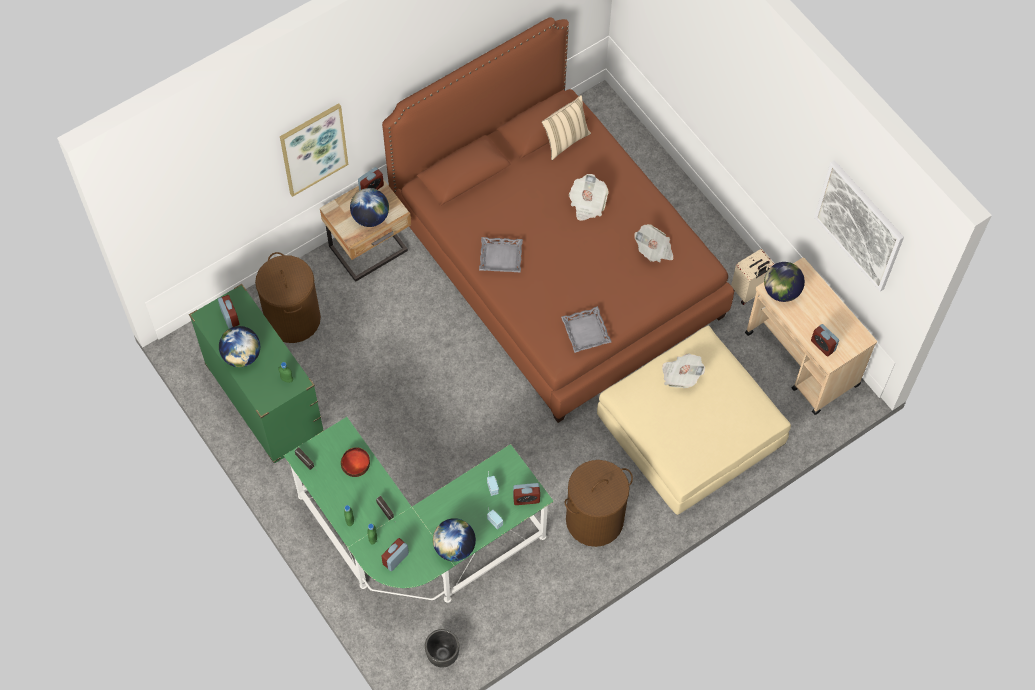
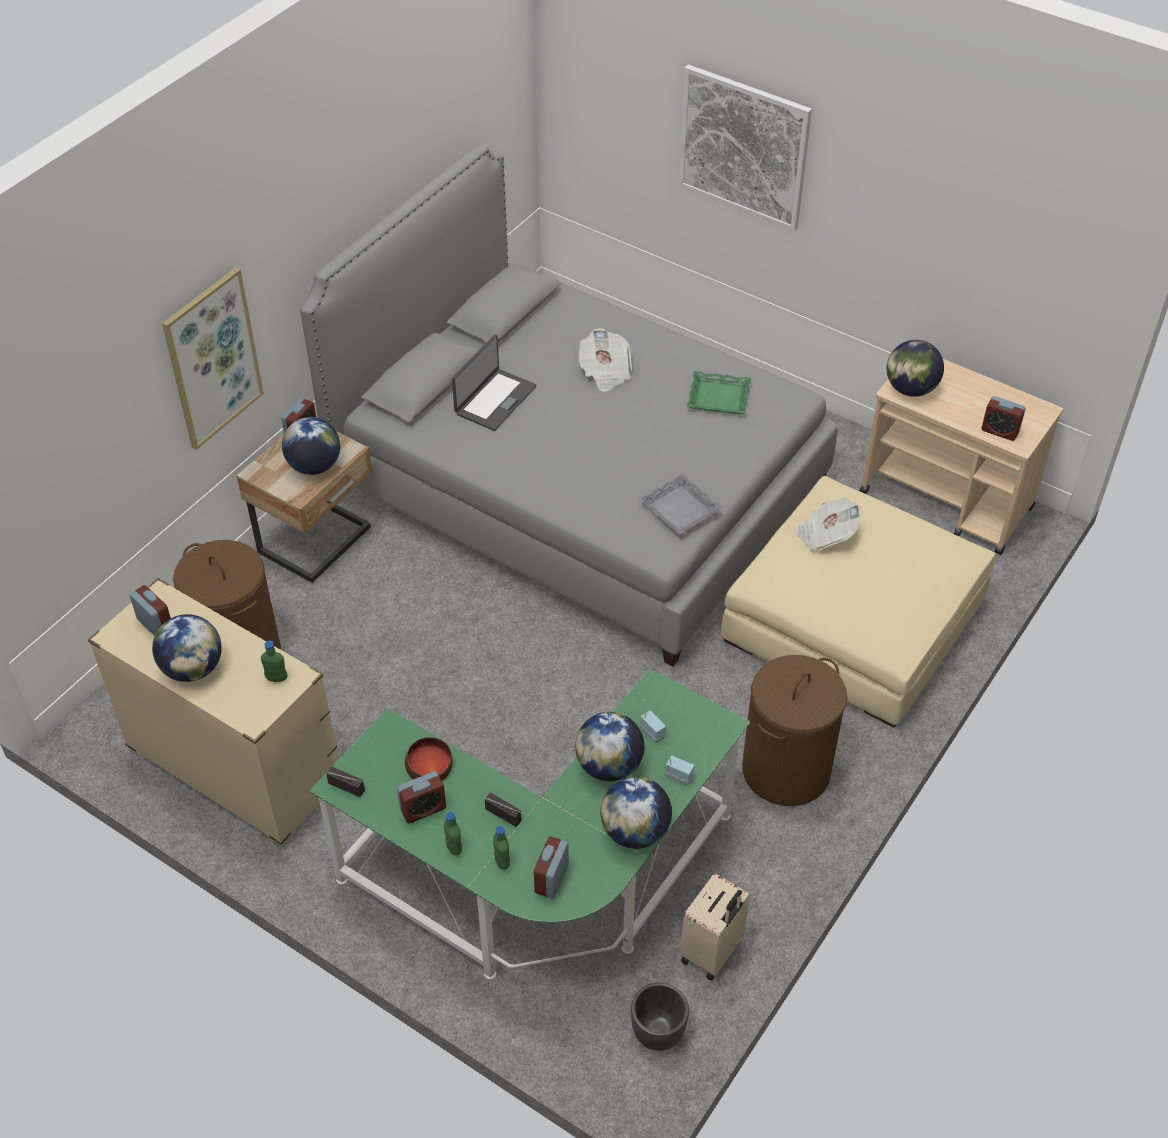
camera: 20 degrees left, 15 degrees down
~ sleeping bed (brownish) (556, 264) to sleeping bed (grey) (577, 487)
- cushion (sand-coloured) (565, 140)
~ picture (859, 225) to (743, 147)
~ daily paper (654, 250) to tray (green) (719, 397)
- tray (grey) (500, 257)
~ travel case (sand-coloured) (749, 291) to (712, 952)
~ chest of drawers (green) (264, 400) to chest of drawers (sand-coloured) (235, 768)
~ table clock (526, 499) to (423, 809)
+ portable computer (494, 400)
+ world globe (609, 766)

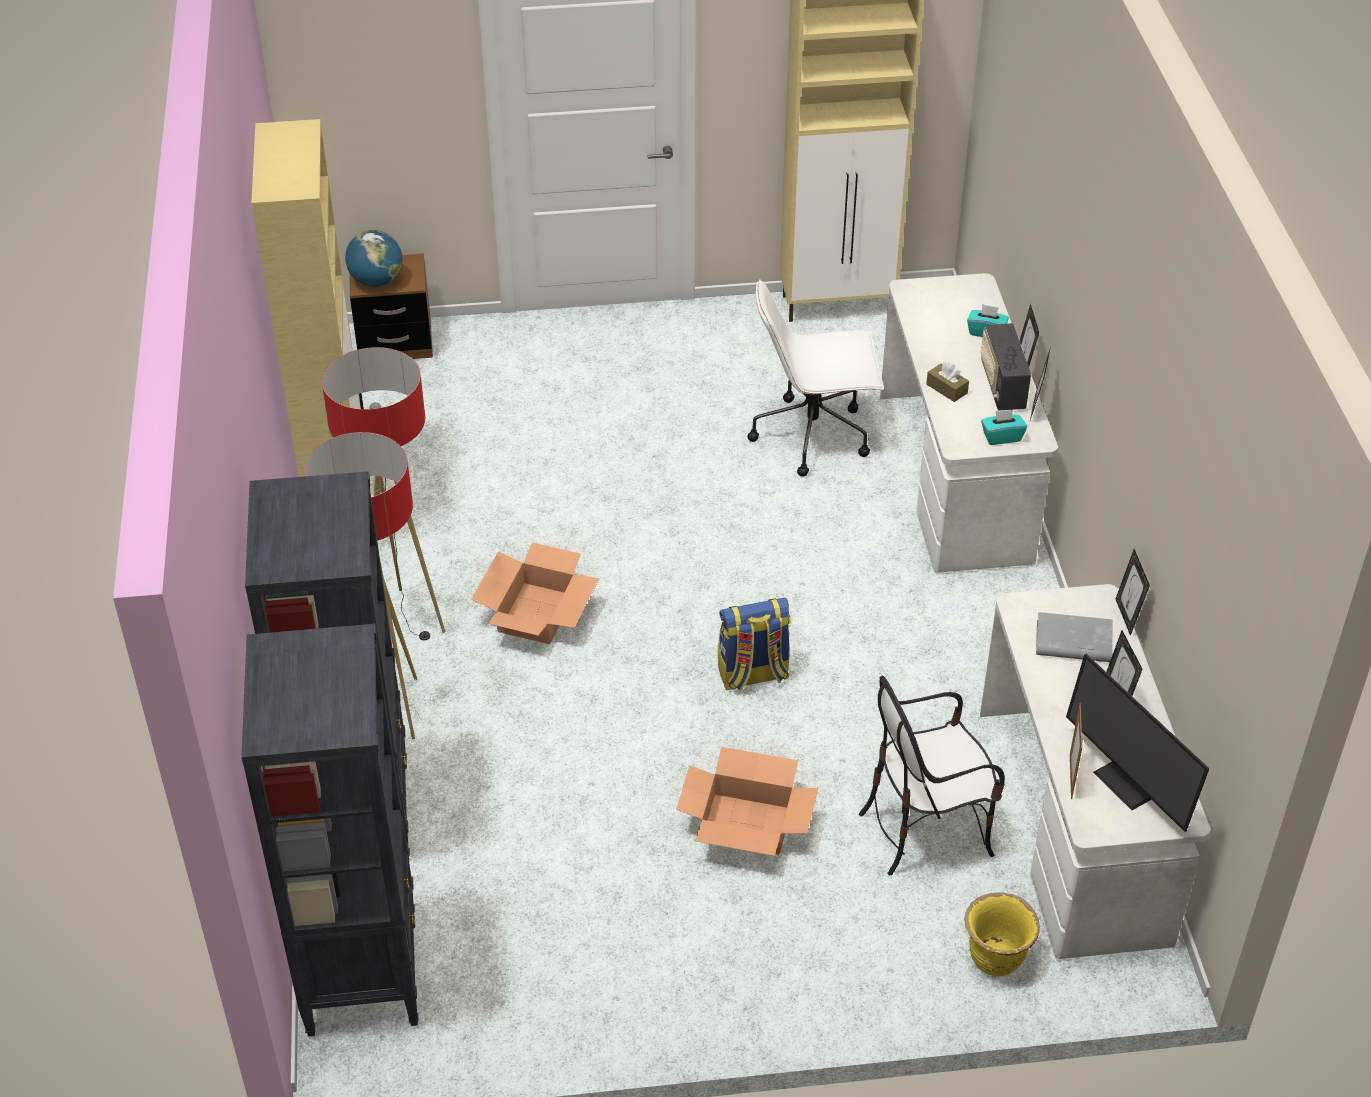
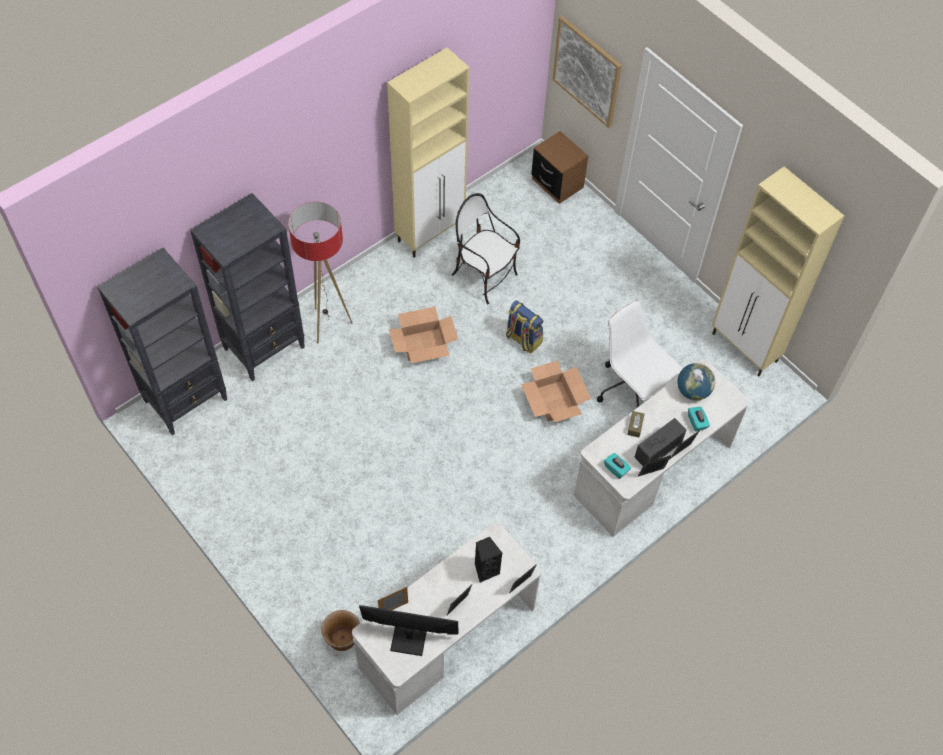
camera: 55 degrees right, 15 degrees up
~ world globe (376, 281) to (693, 391)
- standard lamp (404, 621)
~ rucksack (752, 675) to (523, 339)
~ bound book (grey) (1072, 642) to audio speaker (black-coloured) (486, 569)
~ computer display (1132, 779) = (409, 637) 75 degrees clockwise
~ chair (926, 829) to (484, 276)
~ cardboard box (746, 824) to (554, 401)
~ planter (yellow-coloured) (995, 958) to planter (brownish) (343, 639)
+ picture (587, 71)

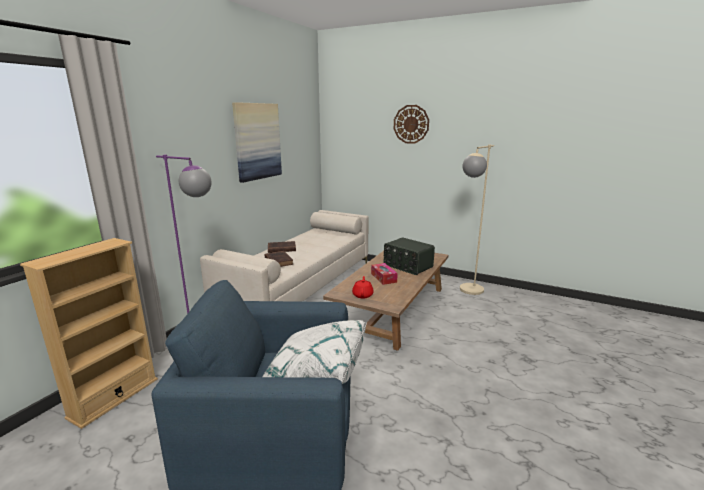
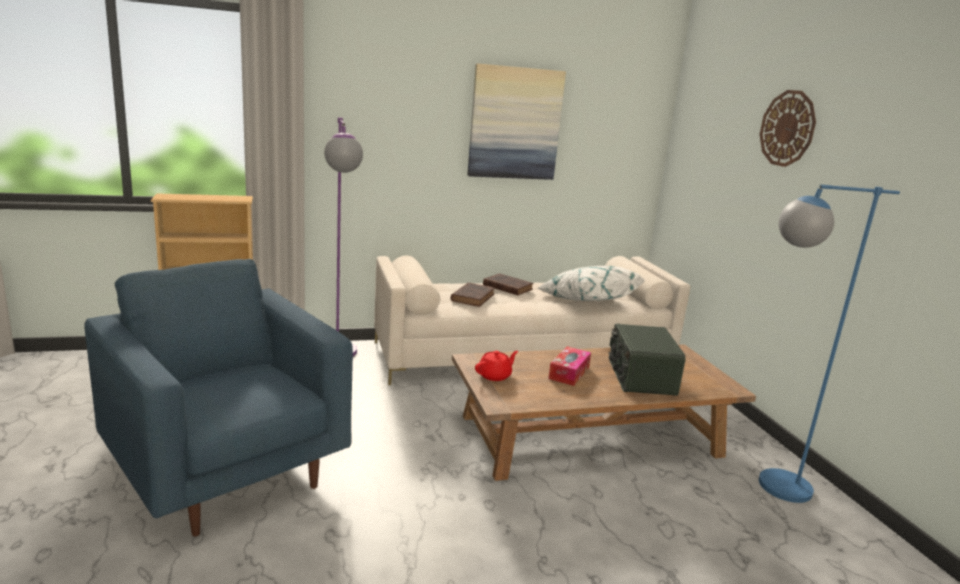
camera: 45 degrees right, 0 degrees up
~ standard lamp (sand-coloured) (467, 292) to standard lamp (blue) (767, 486)
~ cushion (white-coloured) (314, 375) to (587, 301)

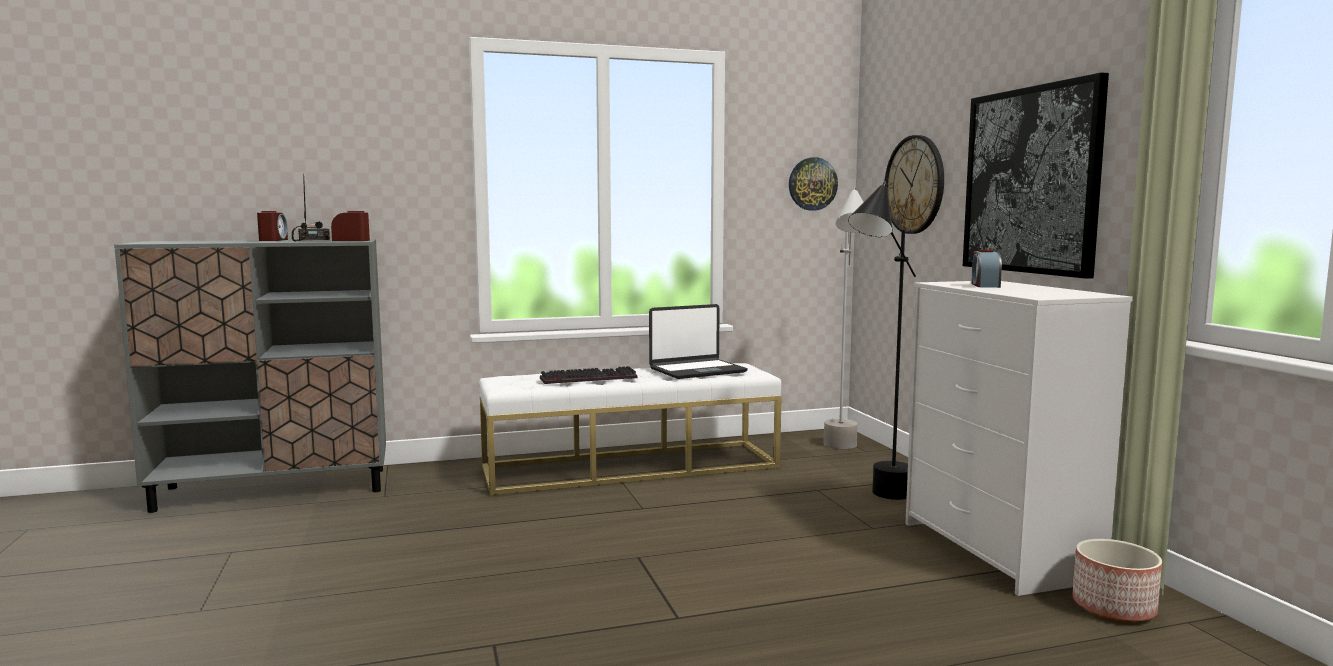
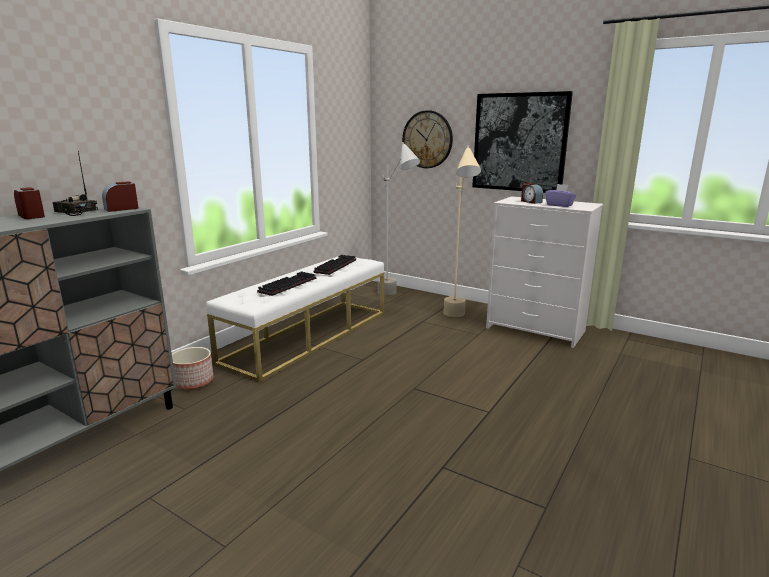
camera: 40 degrees left, 10 degrees up
- clock on the wall (812, 184)
~ standard lamp (black-coloured) (878, 502) to standard lamp (sand-coloured) (457, 320)
~ portable computer (697, 370) to computer keyboard (335, 266)
~ planter (1113, 607) to (193, 381)
+ tissue box (purplish) (559, 205)

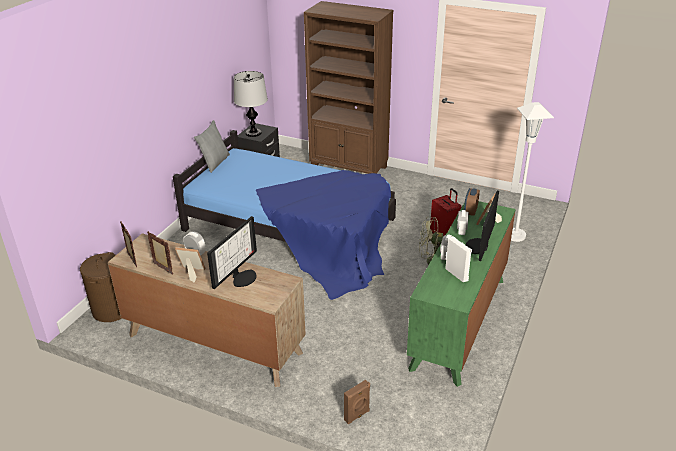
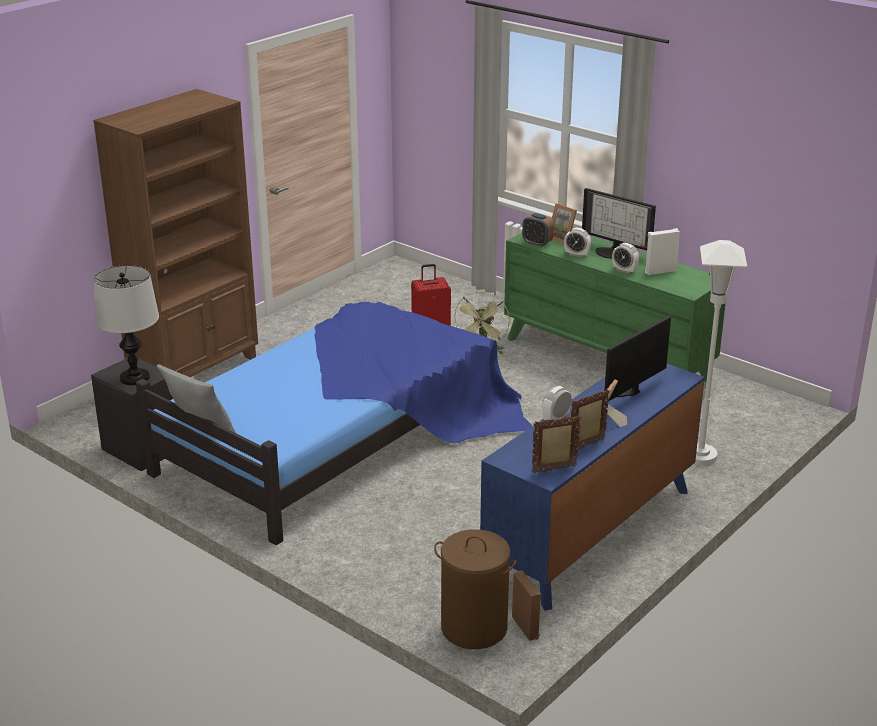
camera: 75 degrees left, 5 degrees down
~ standard lamp (white-coloured) (515, 236) to (700, 456)
~ computer display (242, 277) = (626, 390) 90 degrees counterclockwise
~ chest of drawers (brownish) (213, 344) to chest of drawers (blue) (591, 533)
~ audio speaker (brownish) (357, 416) to (526, 627)

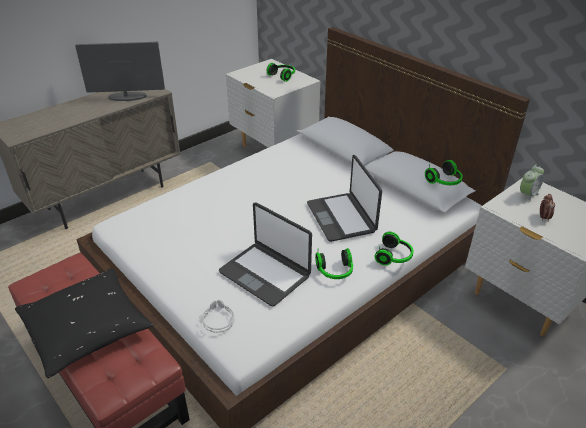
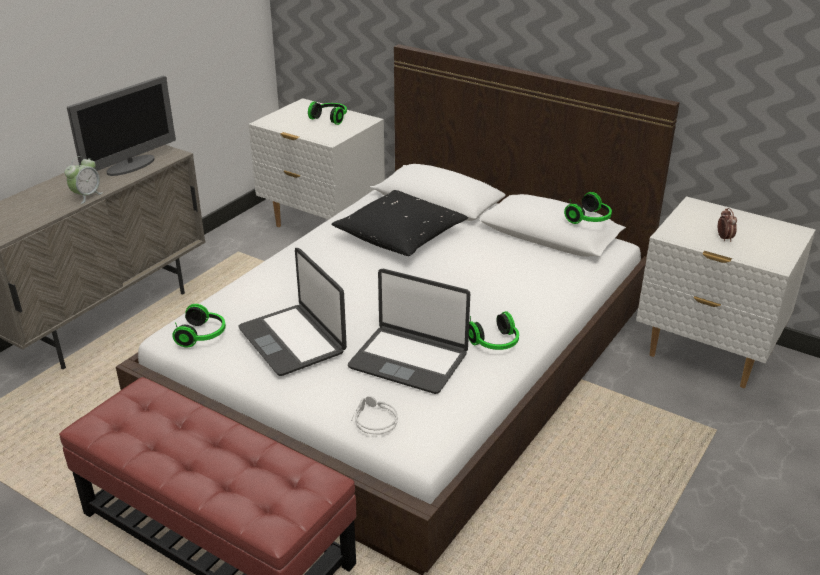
camera: 15 degrees left, 5 degrees down
~ computer display (127, 97) = (131, 166) 150 degrees clockwise
~ portable computer (342, 217) to (293, 340)
~ table clock (527, 195) to (86, 196)
~ headset (394, 257) to (203, 335)
~ cushion (black-coloured) (87, 329) to (400, 236)

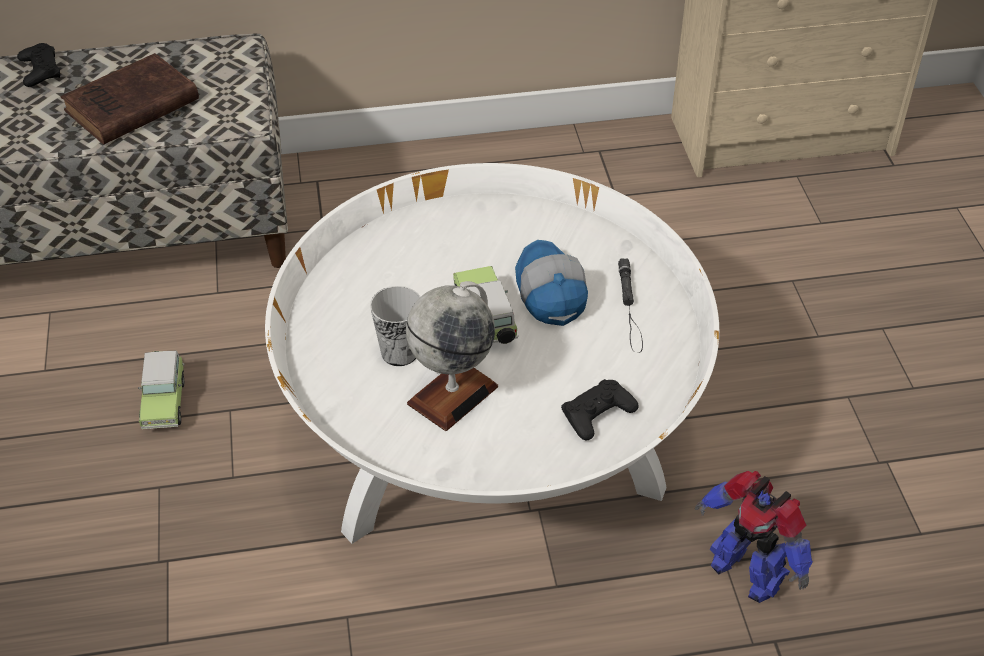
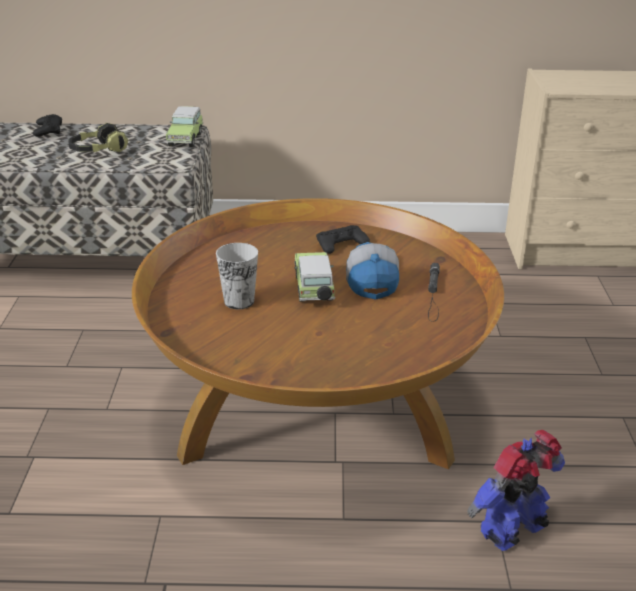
camera: 10 degrees right, 15 degrees down
~ bound book (brownish) (129, 107) to headset (98, 151)
~ coffee table (white-coloured) (491, 444) to coffee table (brownish) (316, 413)
- world globe (453, 394)
~ toy car (165, 401) to (186, 139)
~ gamepad (black-coloured) (598, 414) to (341, 244)
~ robot figure (746, 571) = (514, 531) 90 degrees clockwise

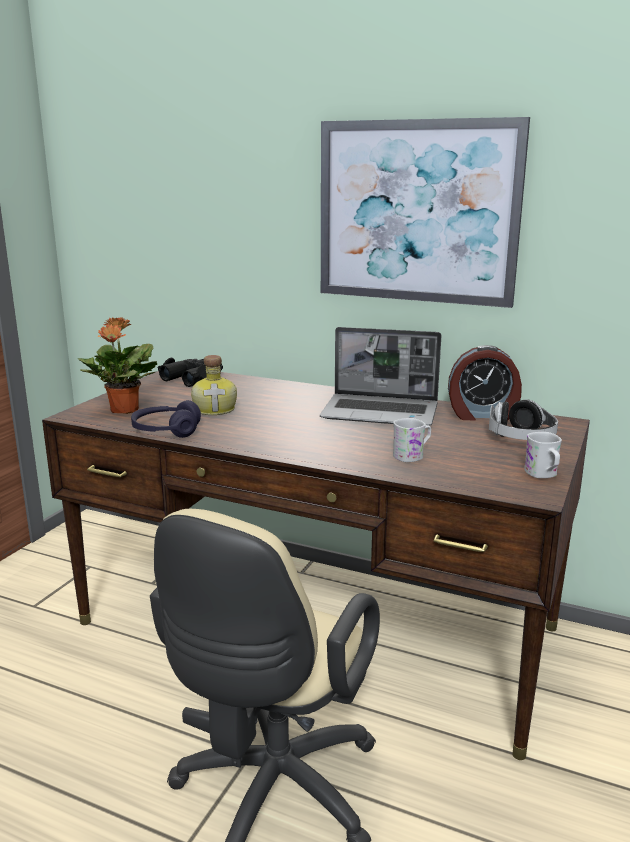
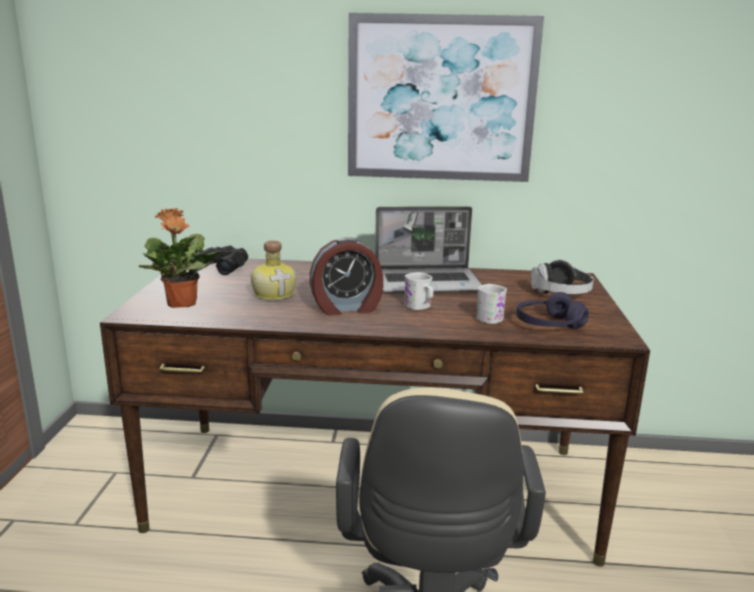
camera: 20 degrees left, 0 degrees up
~ table clock (482, 415) to (346, 308)
~ headset (purplish) (166, 431) to (549, 325)
~ tea mug (white-coloured) (543, 475) to (420, 307)

